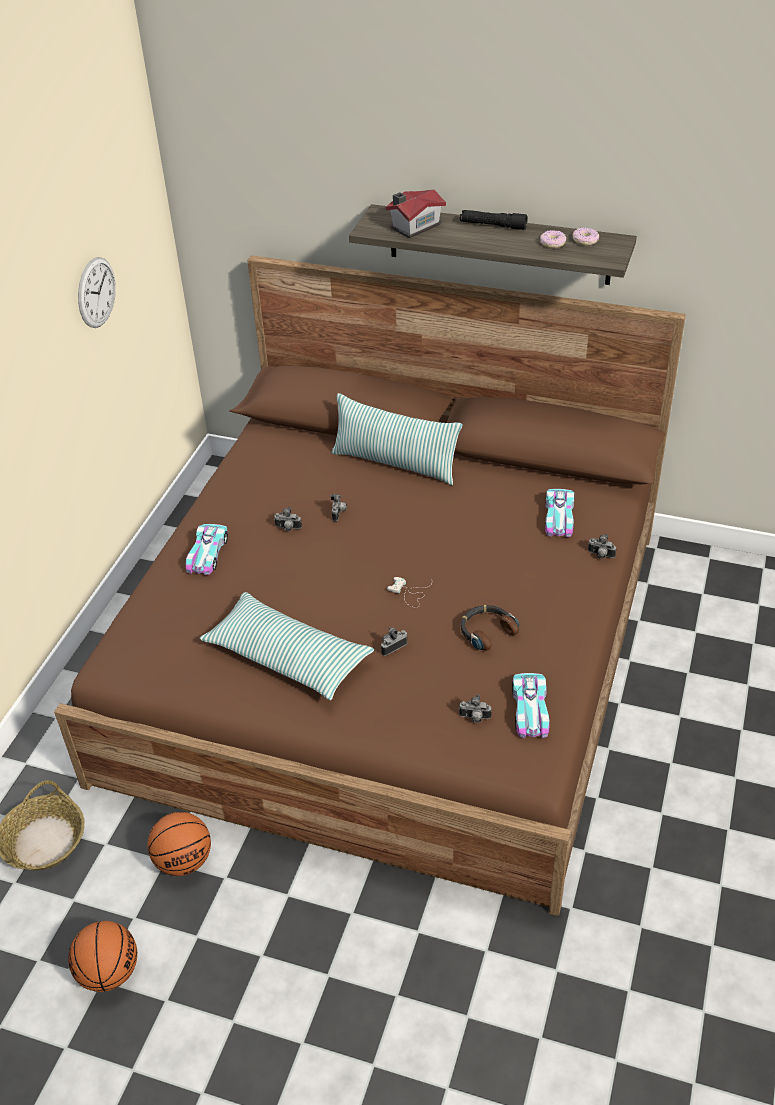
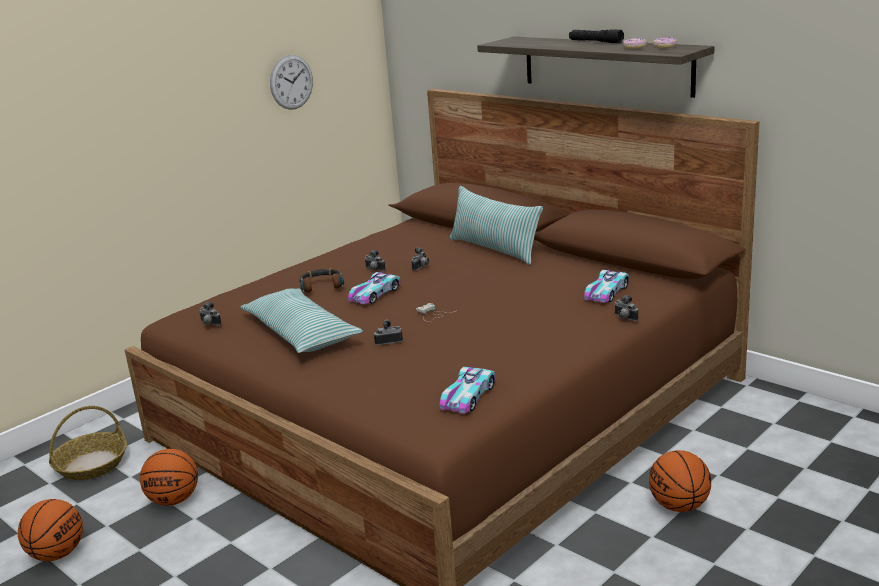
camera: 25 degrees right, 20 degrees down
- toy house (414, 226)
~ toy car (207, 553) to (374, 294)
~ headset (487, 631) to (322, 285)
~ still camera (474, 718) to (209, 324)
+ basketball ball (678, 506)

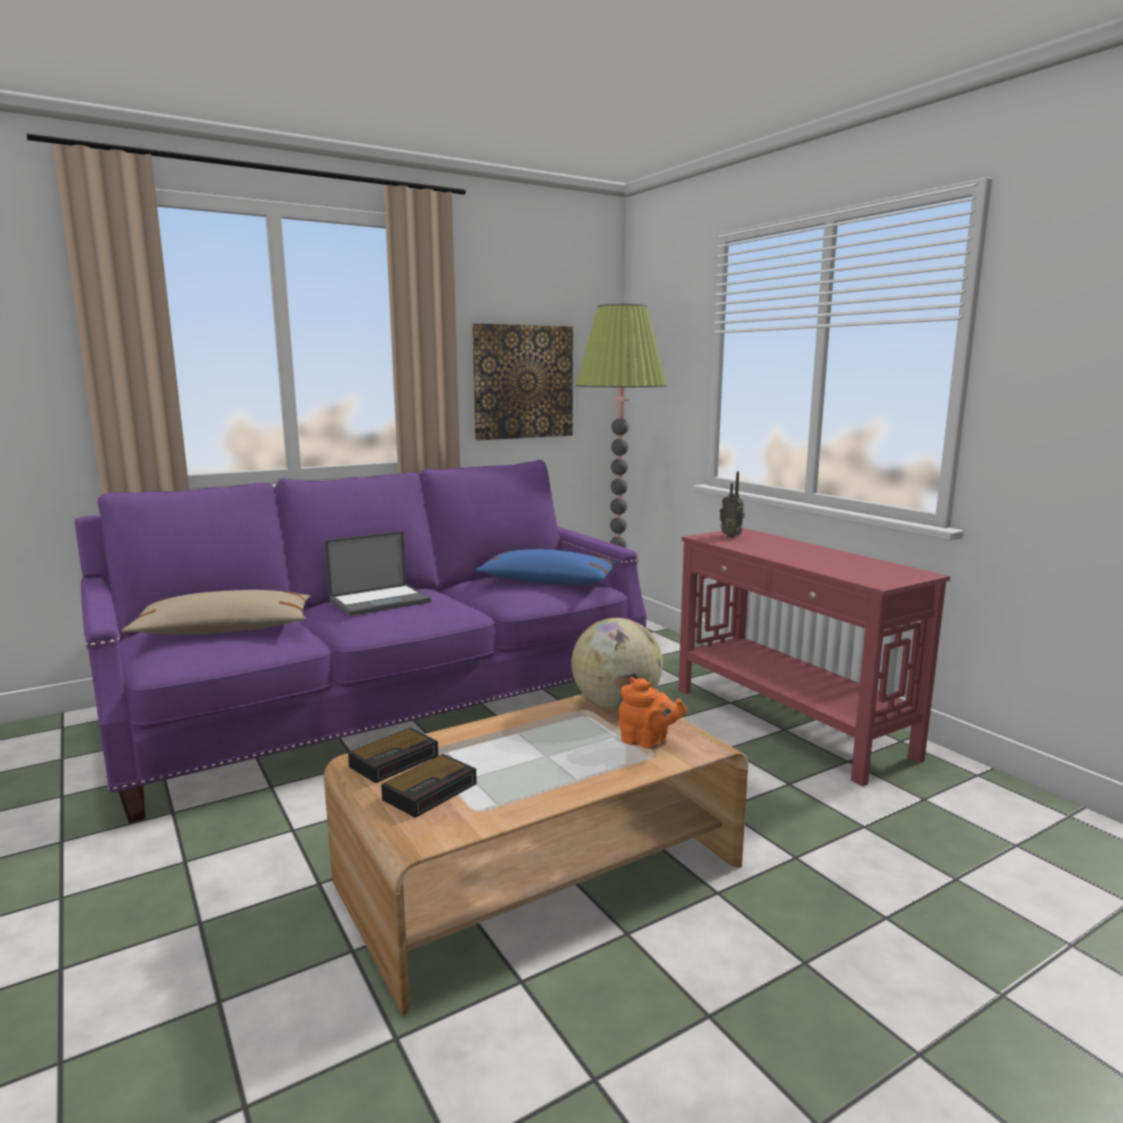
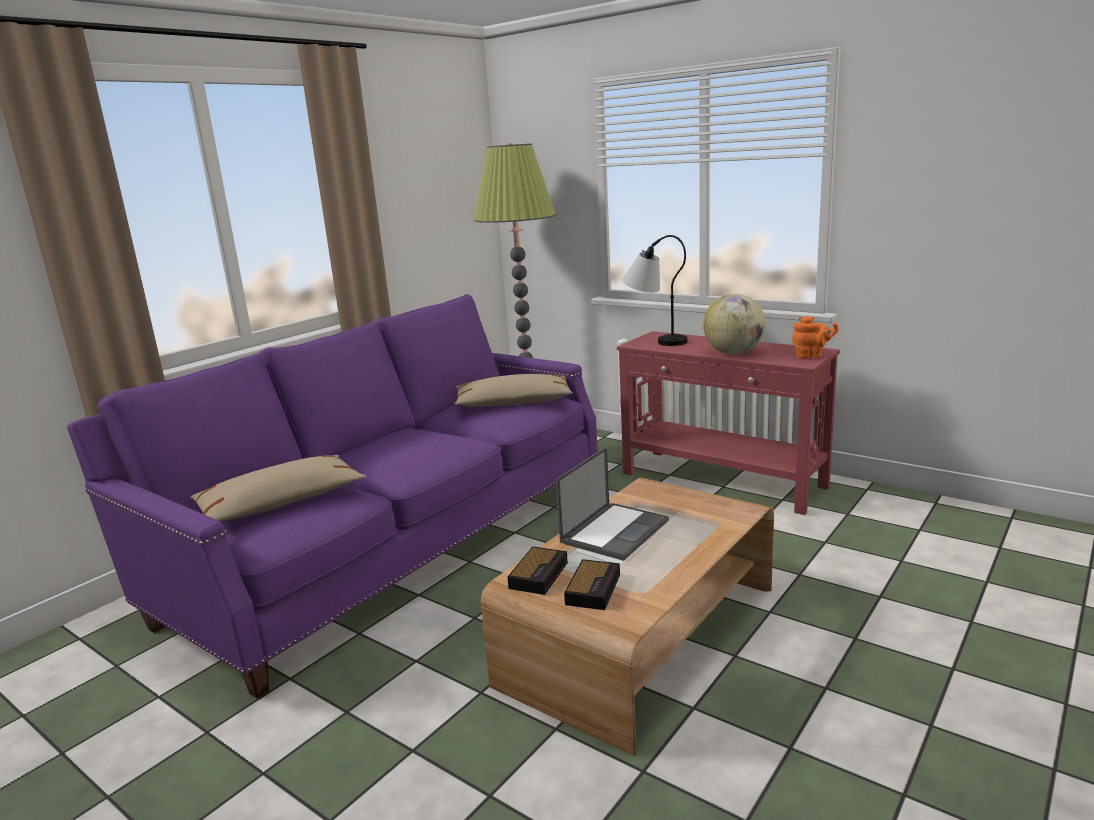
camera: 20 degrees left, 5 degrees up
- picture (523, 382)
~ radio (731, 536) to tabletop lamp (654, 340)
~ portable computer (380, 600) to (615, 530)
~ cushion (blue) (548, 581) to cushion (sand-coloured) (513, 403)
~ world globe (616, 705) to (733, 353)
~ teapot (orangey) (647, 742) to (811, 356)

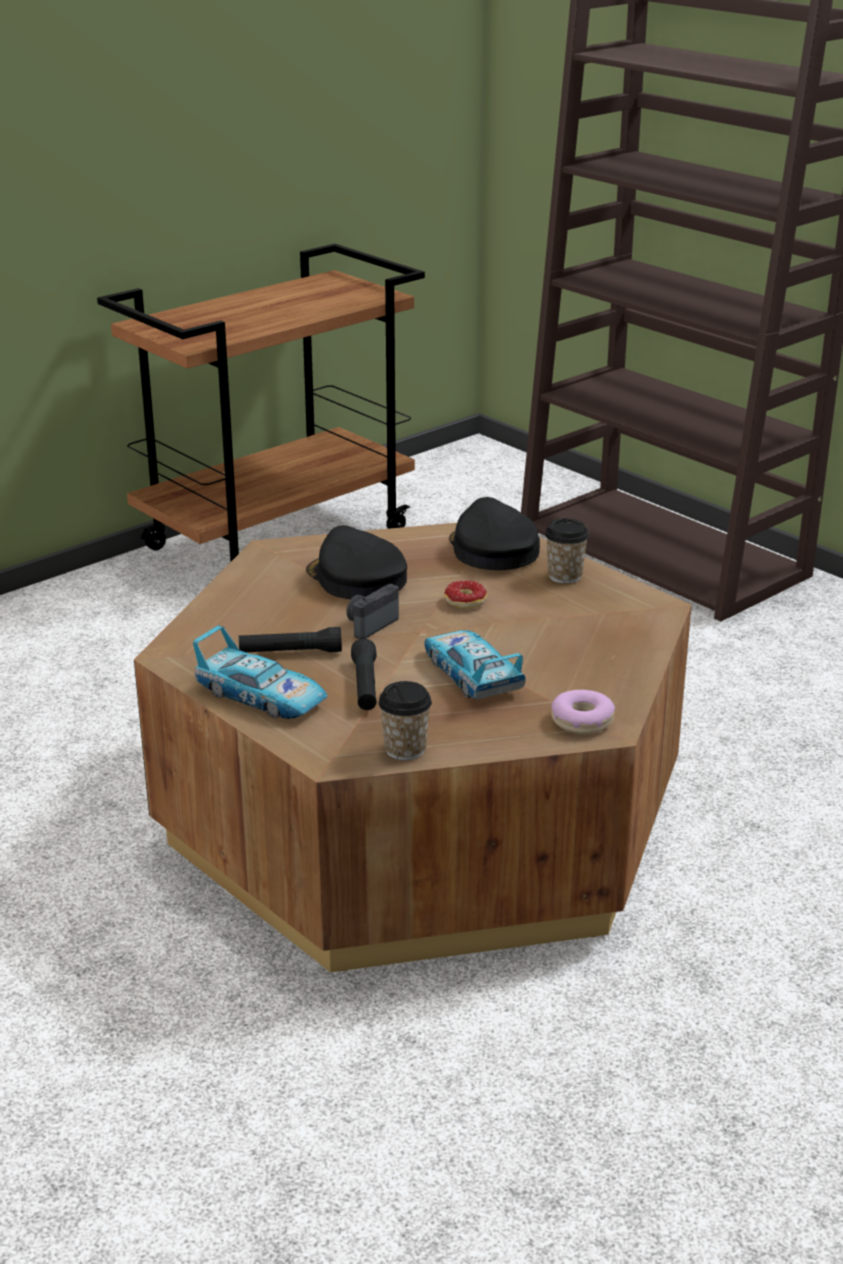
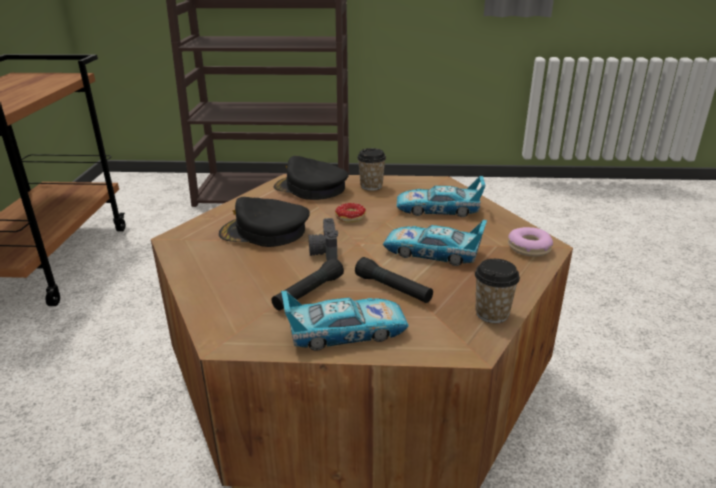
camera: 45 degrees left, 0 degrees up
+ toy car (438, 209)

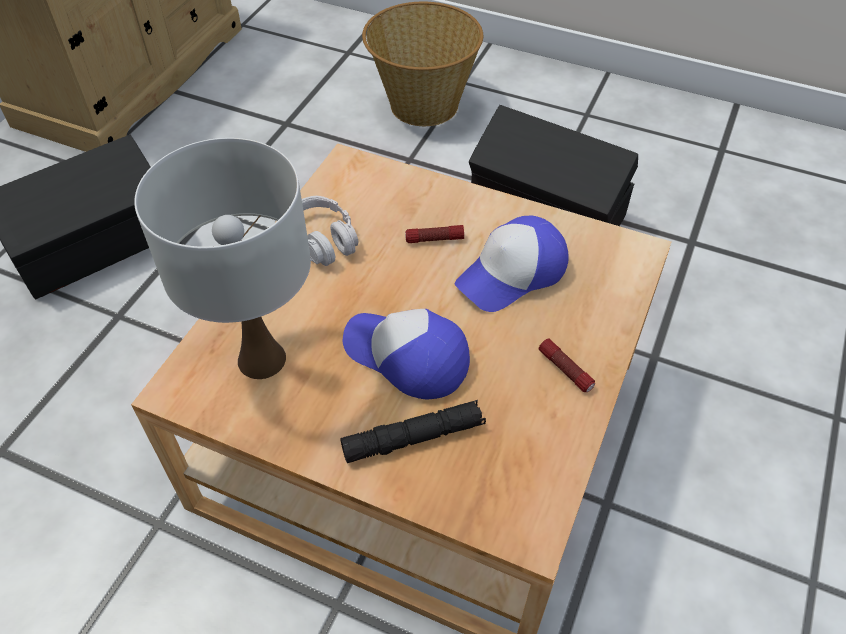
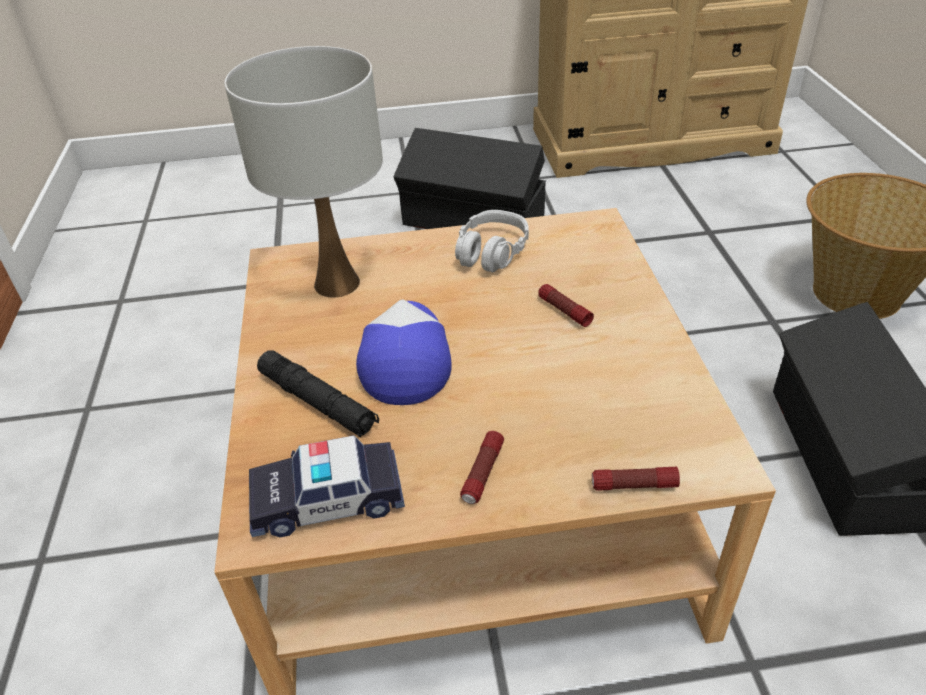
camera: 60 degrees right, 10 degrees down
- cap (512, 274)
+ toy car (327, 499)
+ torch (634, 485)

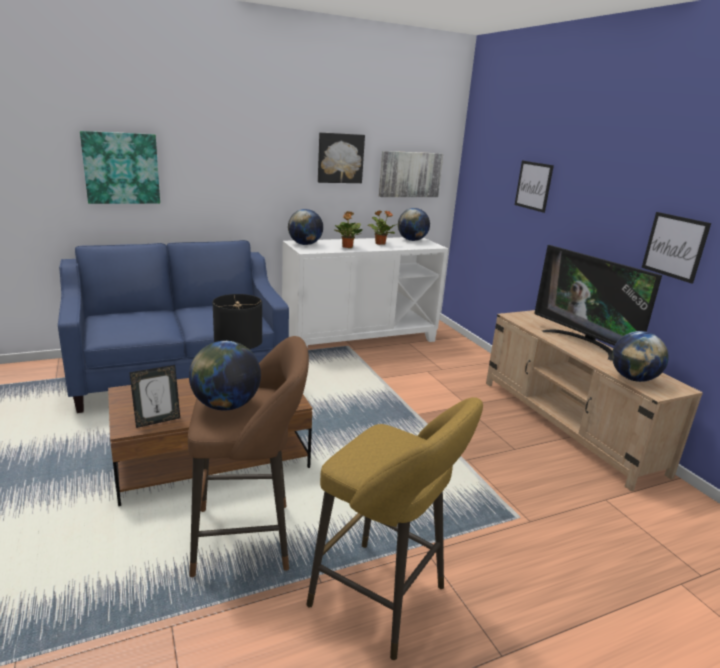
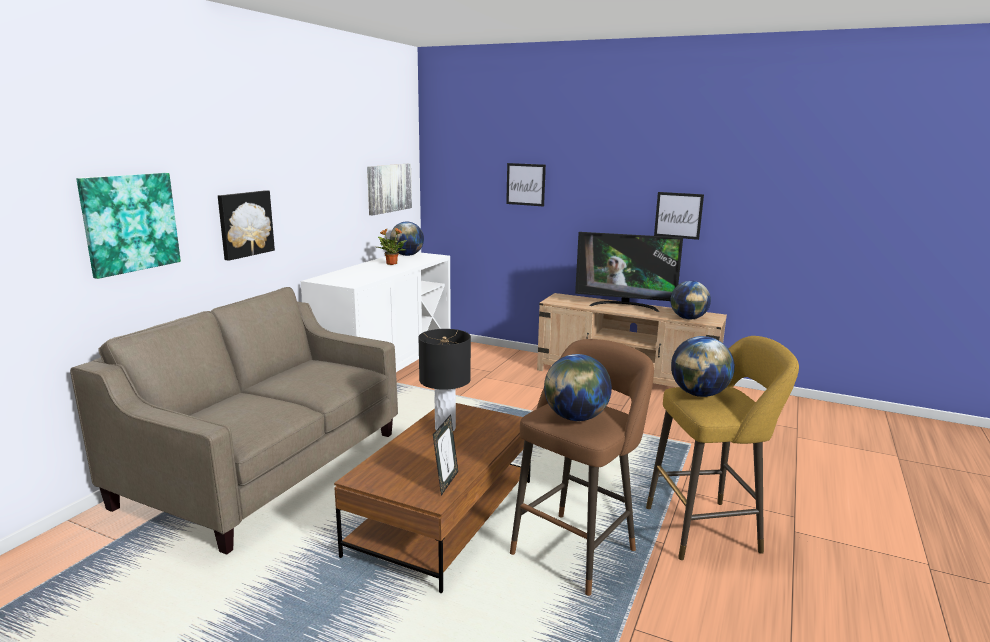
camera: 40 degrees left, 5 degrees down
~ picture (340, 158) to (245, 224)
~ world globe (305, 244) to (699, 394)
- houseplant (347, 247)
~ settee (blue) (180, 372) to settee (sand-coloured) (266, 467)

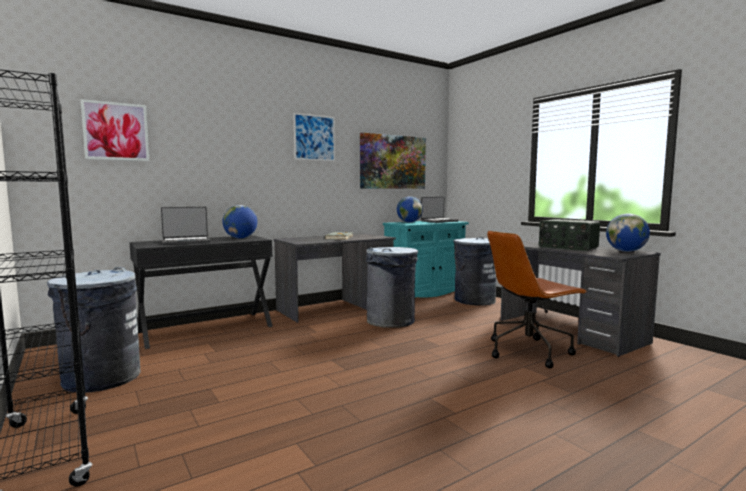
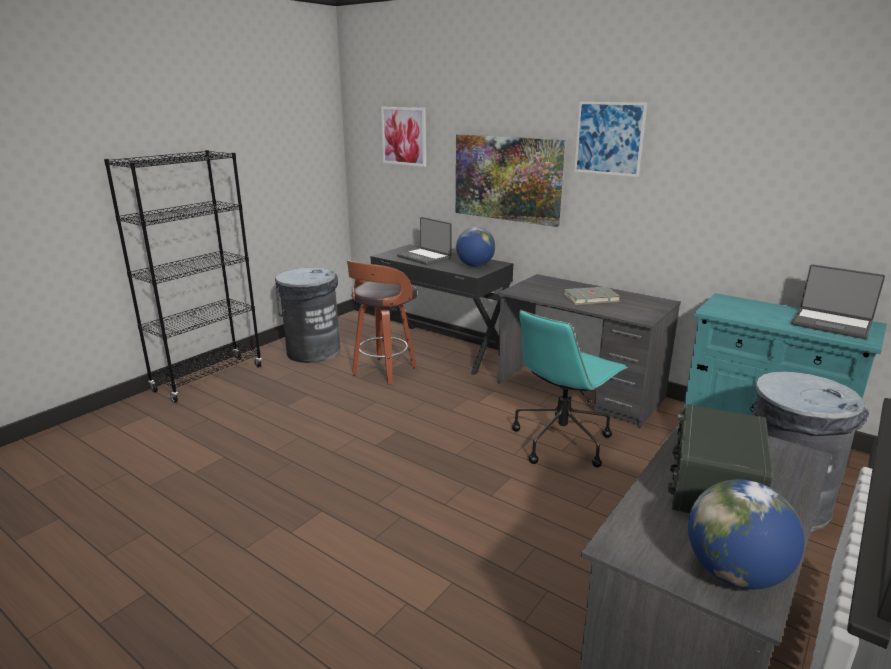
camera: 70 degrees right, 15 degrees up
~ picture (393, 162) to (507, 178)
- world globe (409, 222)
- desk chair (brownish) (529, 351)
~ rubbish bin (grey) (391, 321) to desk chair (turquoise) (562, 441)
+ stool (383, 372)

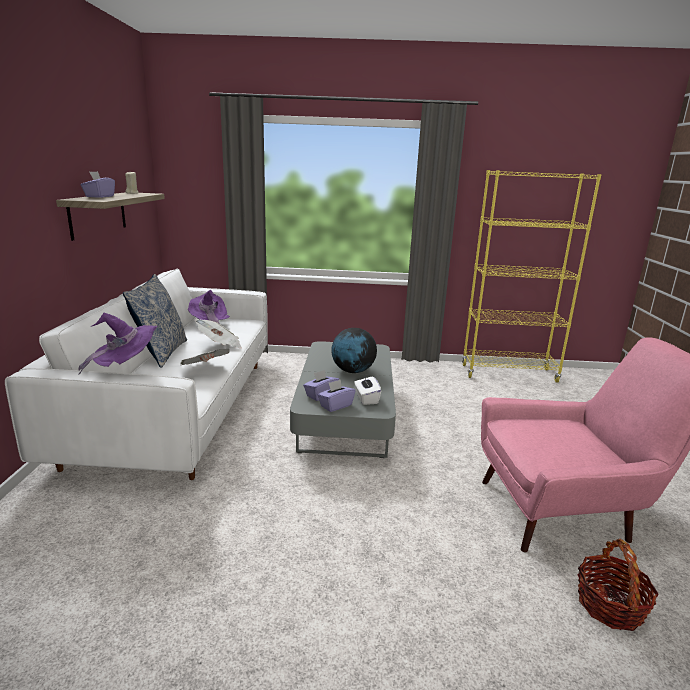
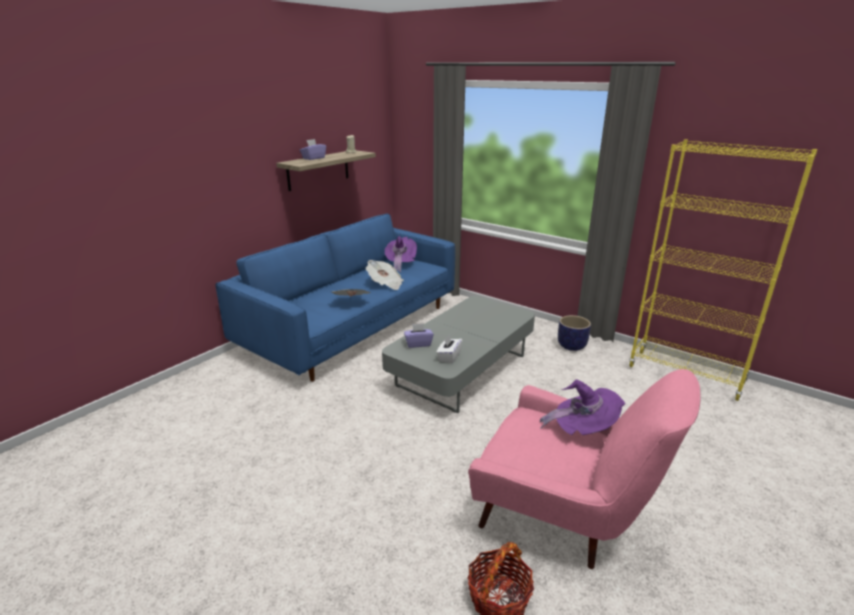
camera: 35 degrees right, 5 degrees up
~ settee (white-coloured) (178, 408) to settee (blue) (352, 327)
- cushion (161, 353)
~ clothing hat (purplish) (126, 367) to (583, 429)
- world globe (352, 371)
- tissue box (purplish) (335, 405)
+ planter (572, 346)

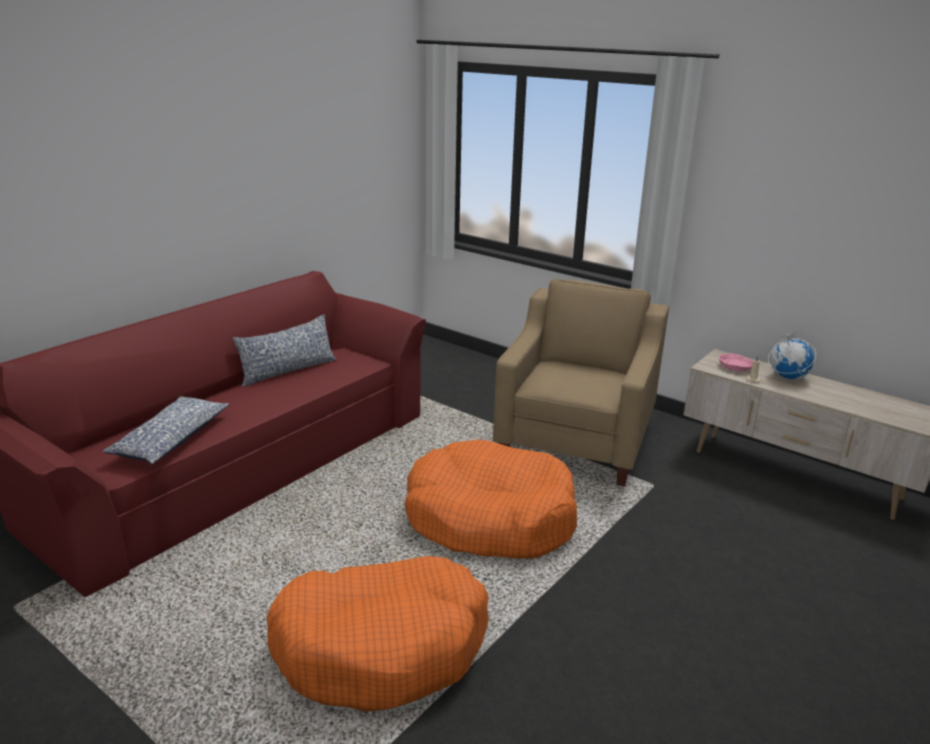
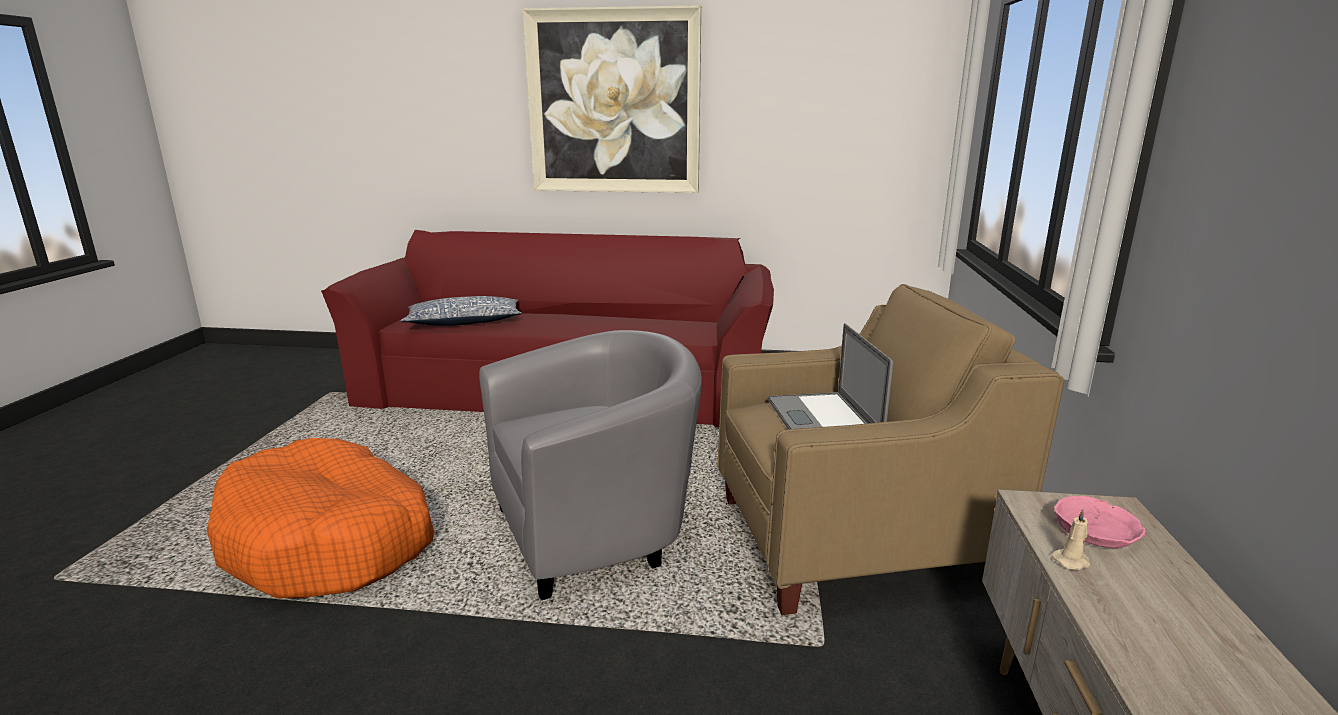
camera: 60 degrees right, 5 degrees down
- cushion (287, 370)
- world globe (787, 377)
~ pet bed (orangey) (490, 518) to lounge chair (grey) (596, 531)
+ picture (614, 103)
+ portable computer (822, 420)

